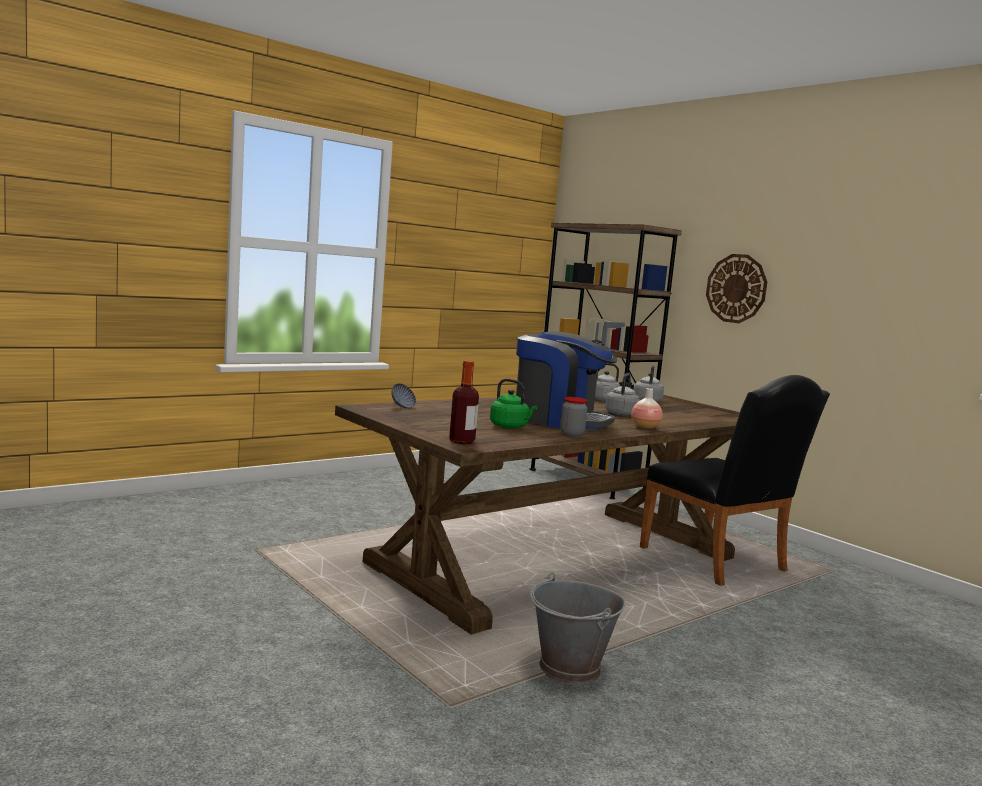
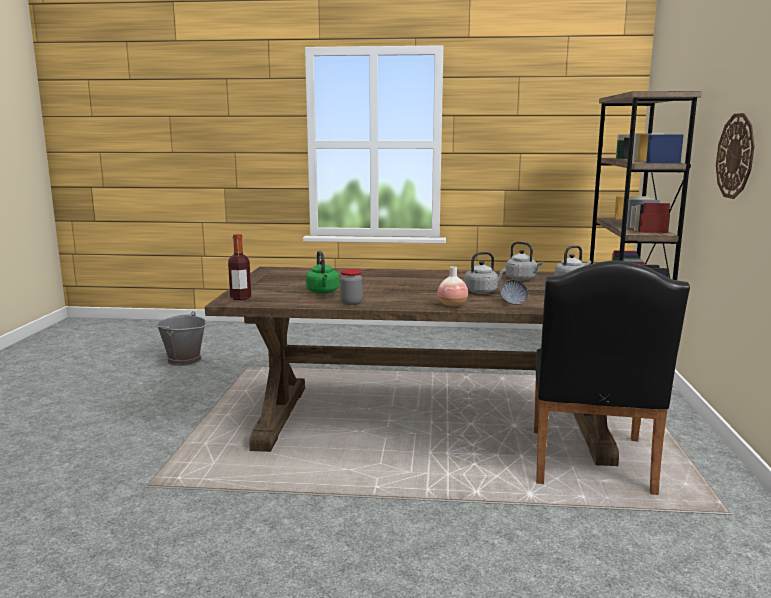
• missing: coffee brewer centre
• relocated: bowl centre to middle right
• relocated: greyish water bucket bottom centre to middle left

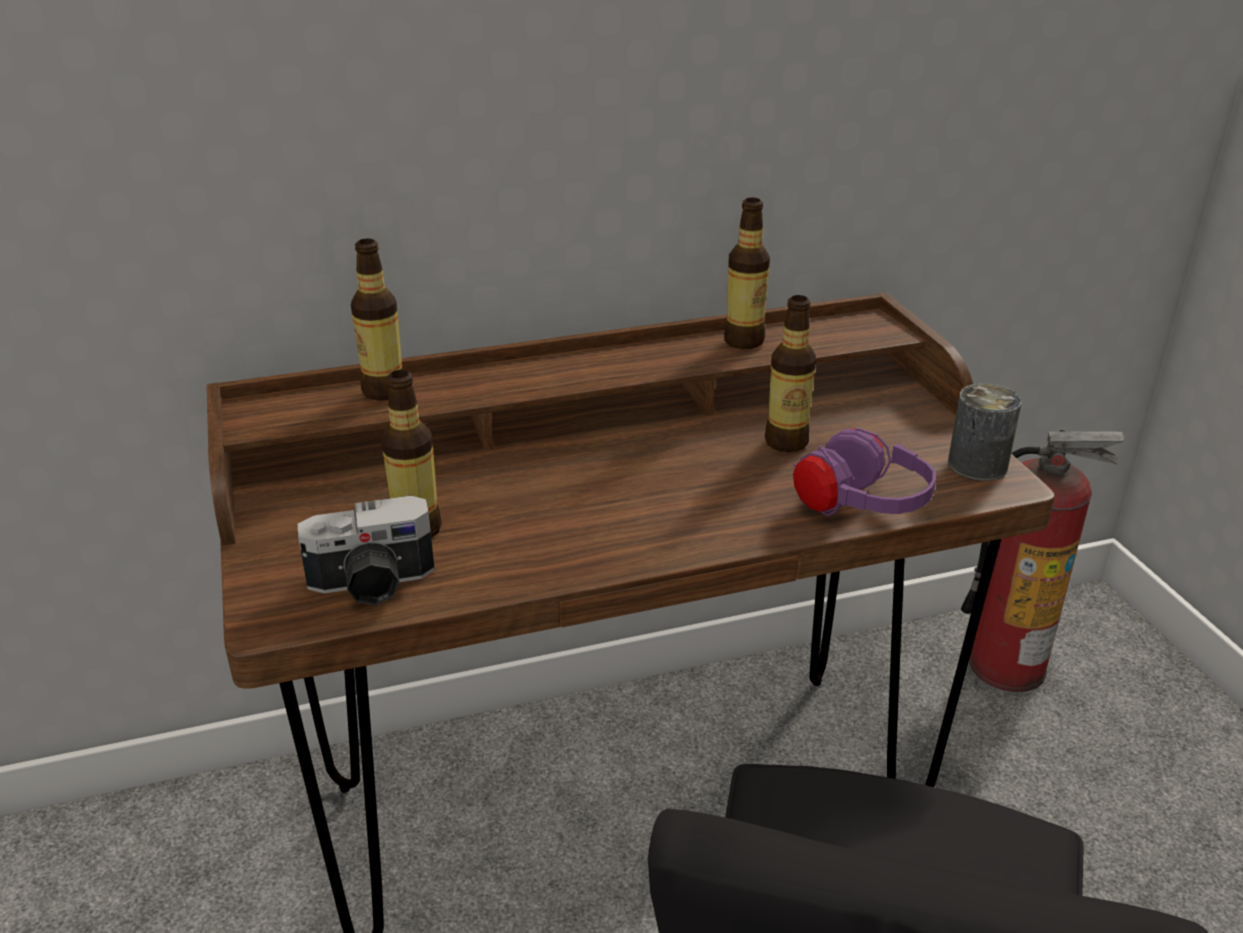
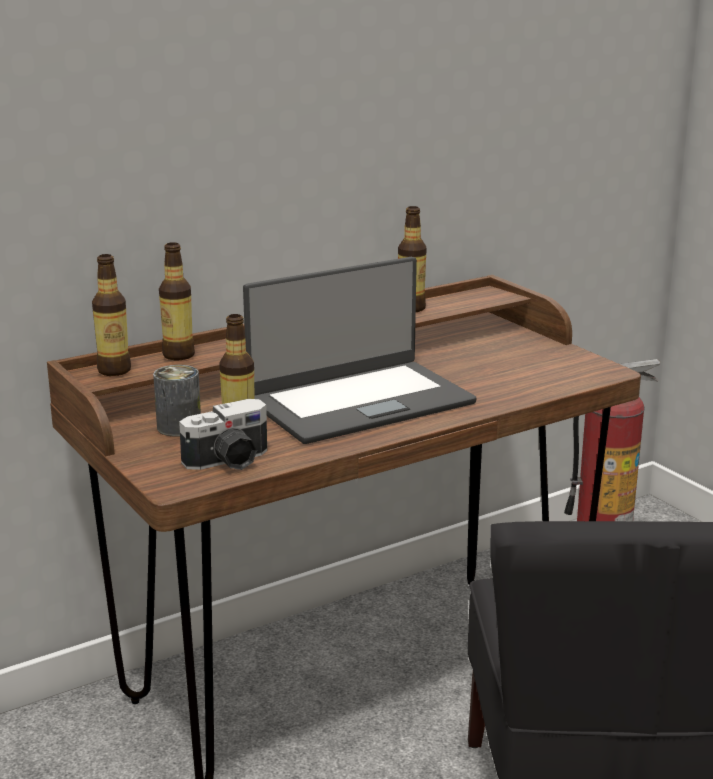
• missing: purplish headphones middle right
• appeared: laptop centre
• relocated: drink bottle (no. 4 from left in the first image) centre to drink bottle (no. 1 from left) middle left
• relocated: metal can middle right to middle left

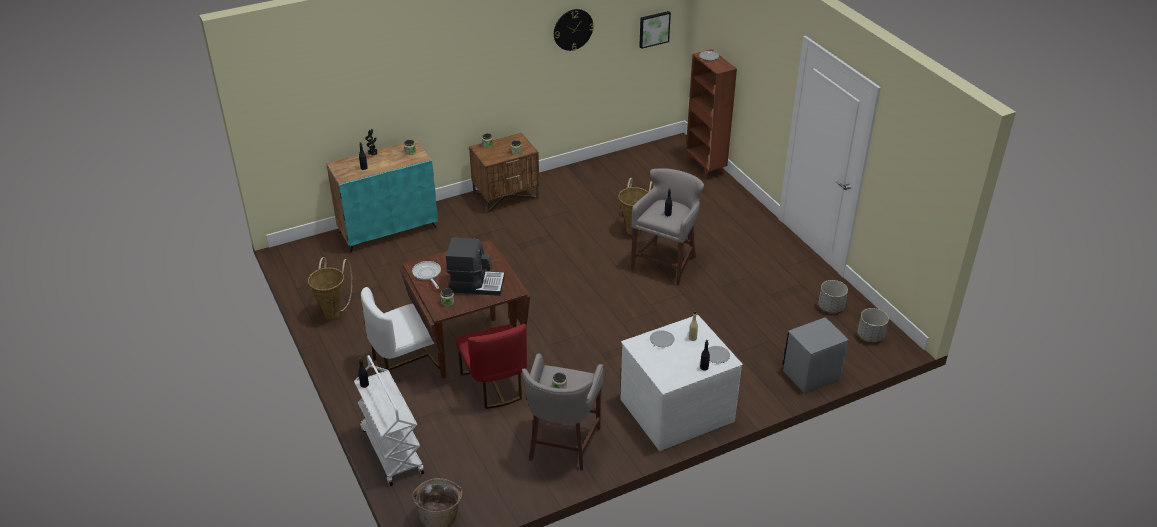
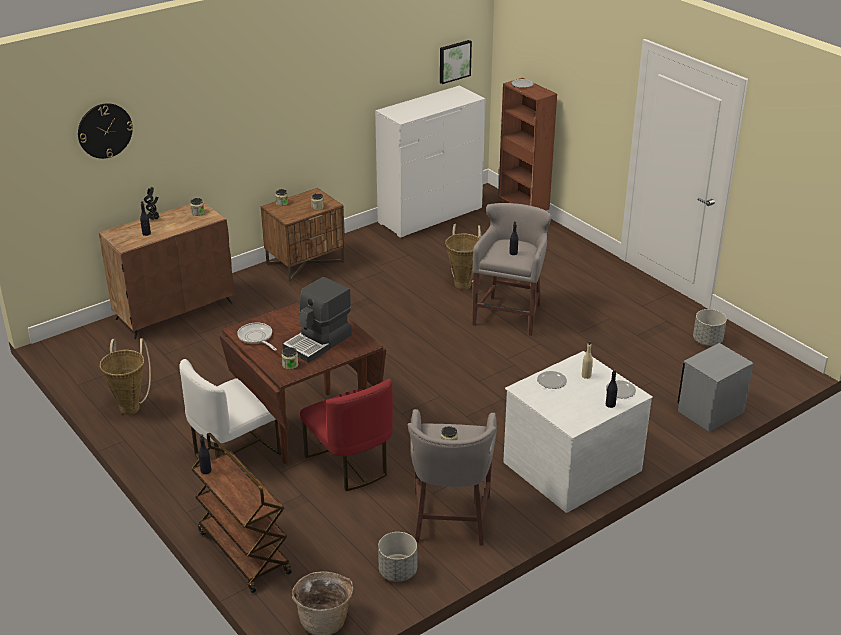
• appeared: white drawer chest (no. 1 from left) top centre
• relocated: wall clock top centre to top left
• relocated: greyish planter (no. 2 from left in the first image) middle right to greyish planter (no. 1 from left) bottom centre
• colour: blue-green cabinet middle left to brown-coloured cabinet middle left
• colour: white cart bottom centre to brown-coloured cart bottom left
• spun: coffee brewer centre = centre 135 degrees clockwise

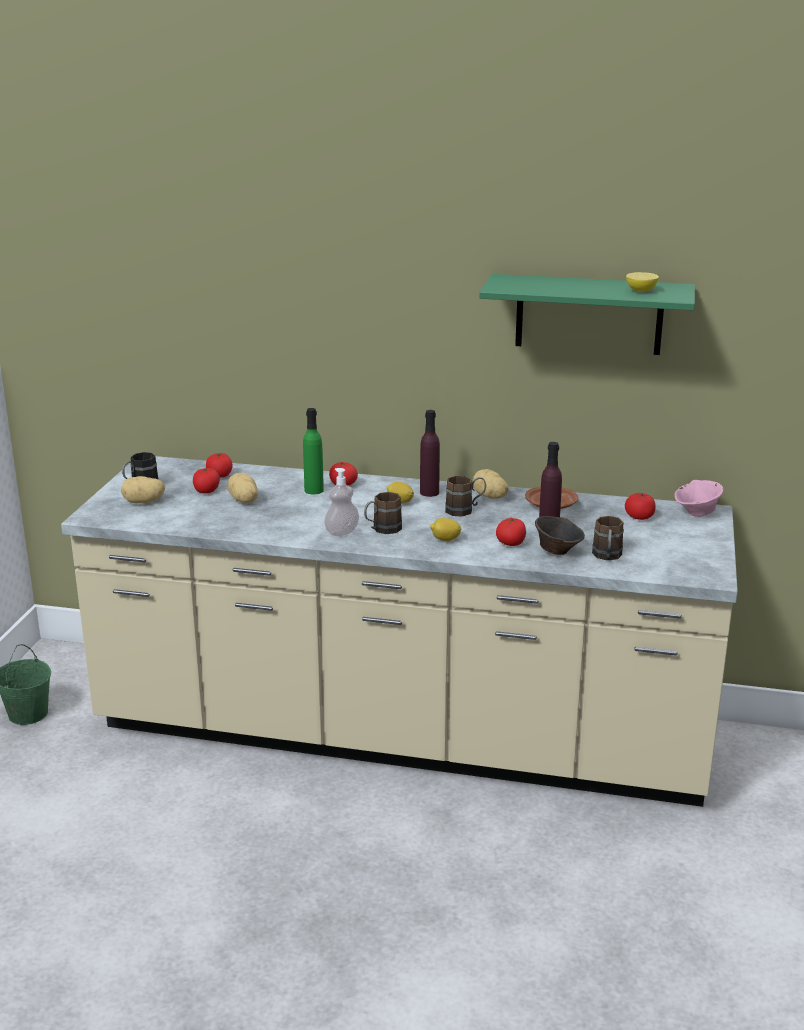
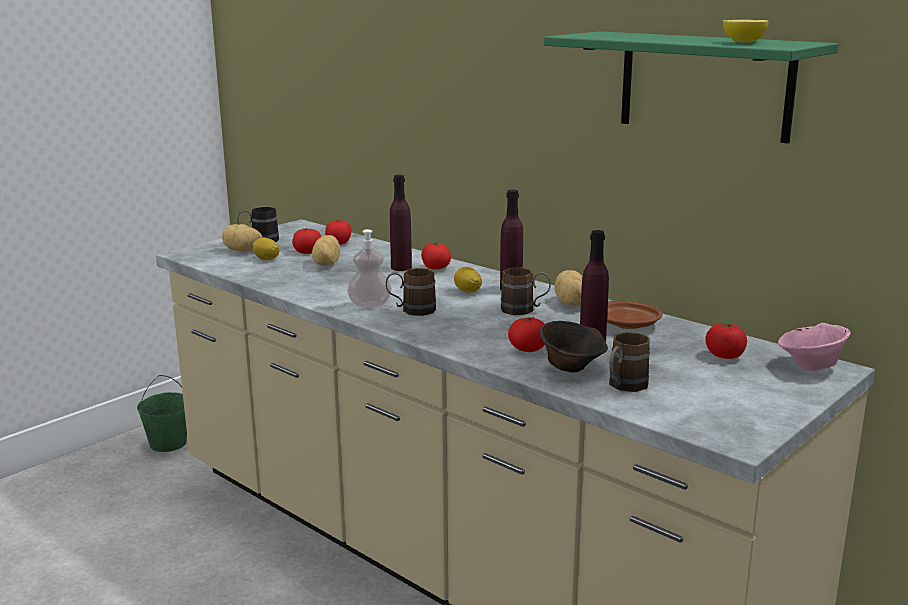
• relocated: whole lemon (no. 2 from left in the first image) centre to whole lemon (no. 1 from left) middle left
• colour: green drink bottle centre to purplish drink bottle (no. 1 from left) centre

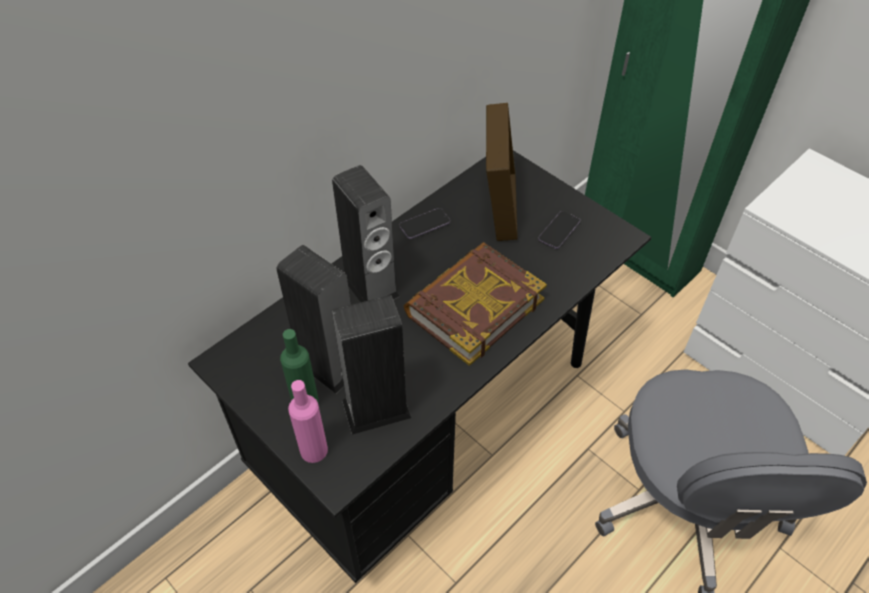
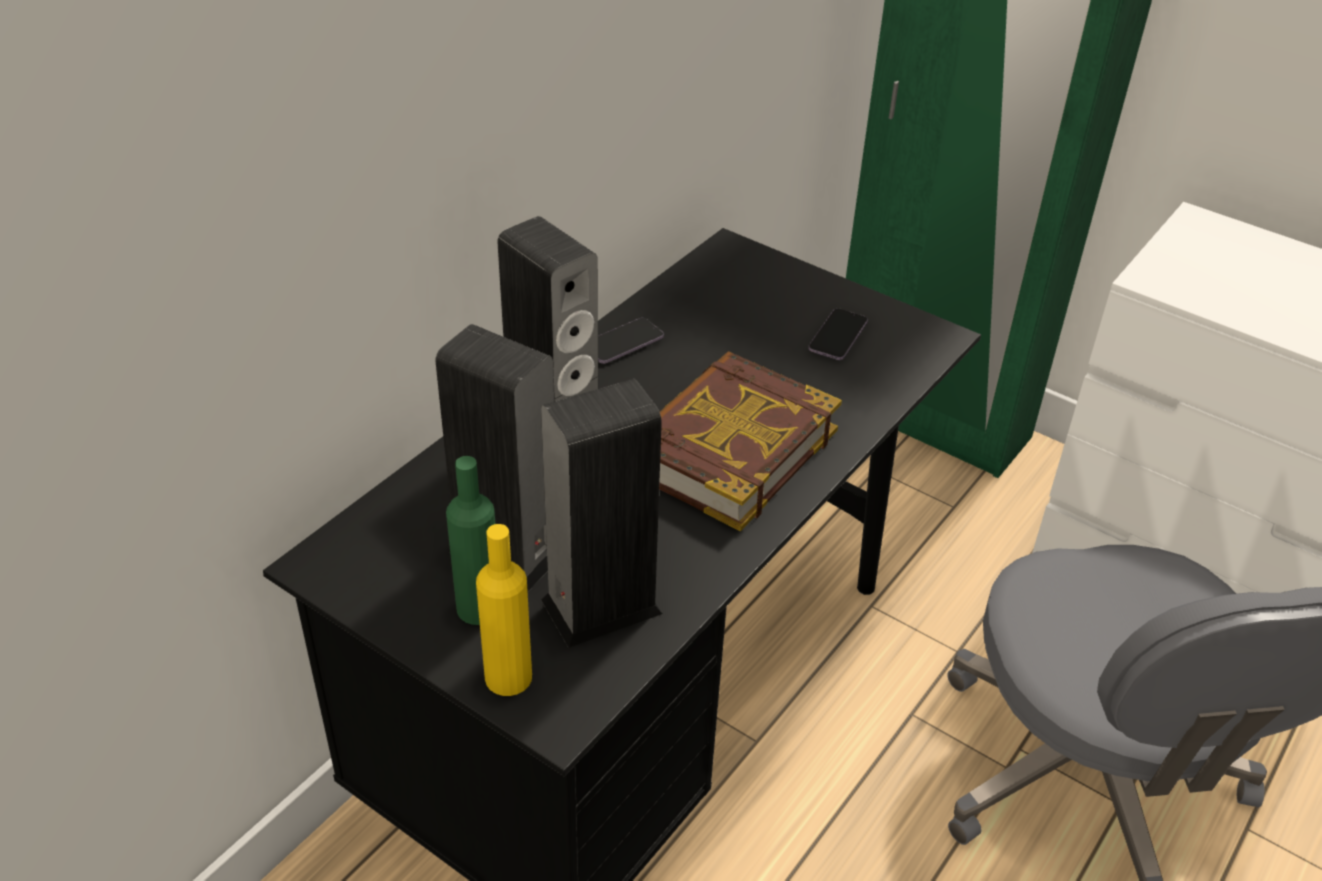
• missing: picture frame top centre
• colour: pink drink bottle bottom centre to yellow-coloured drink bottle bottom centre

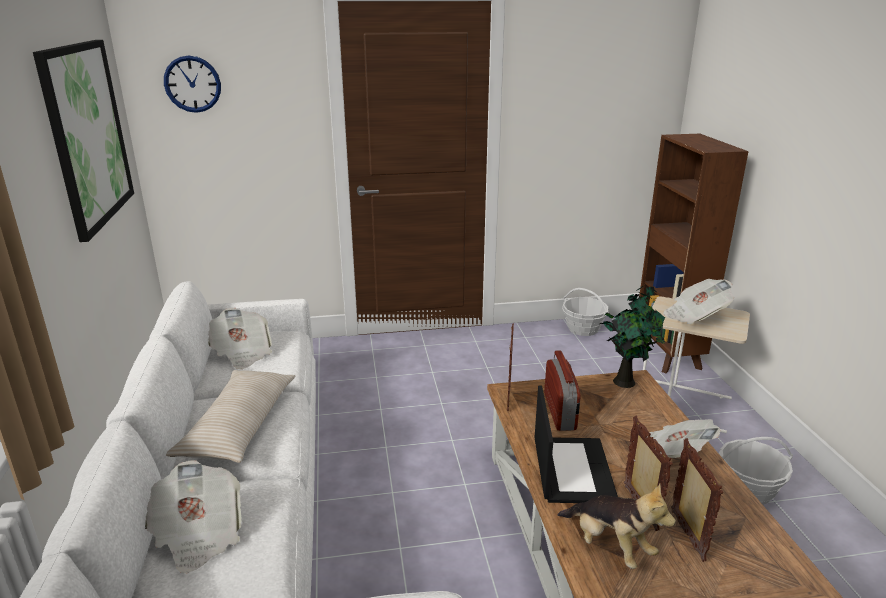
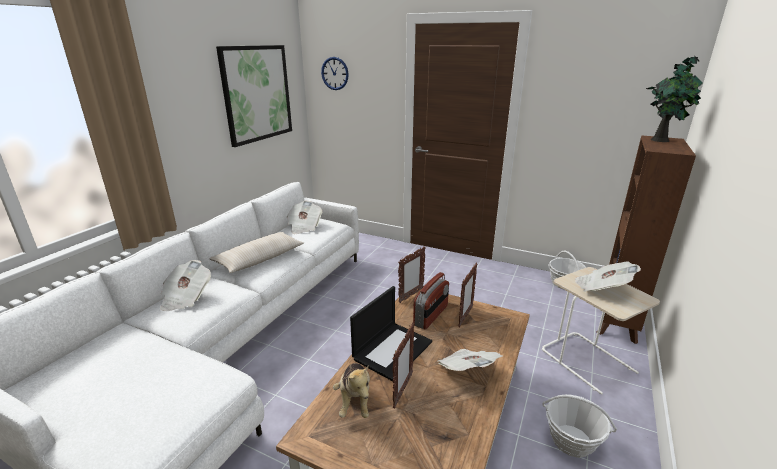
• relocated: potted plant middle right to top right
• relocated: picture frame (no. 3 from left) bottom right to centre

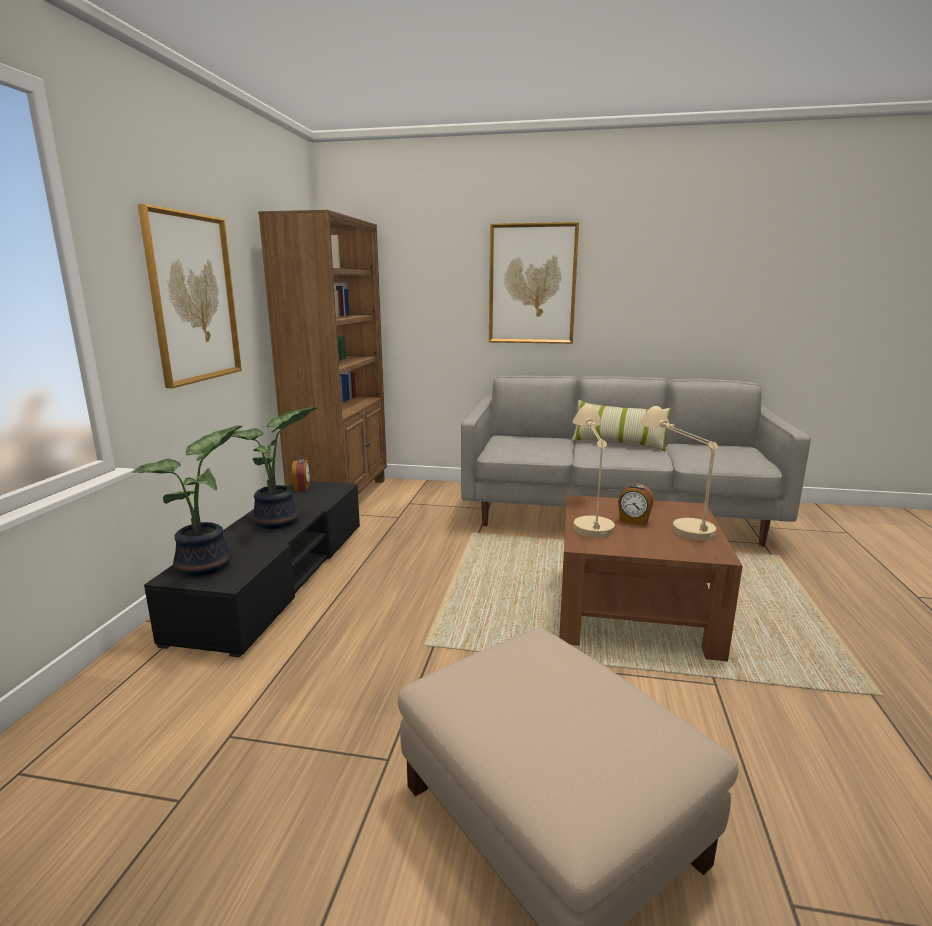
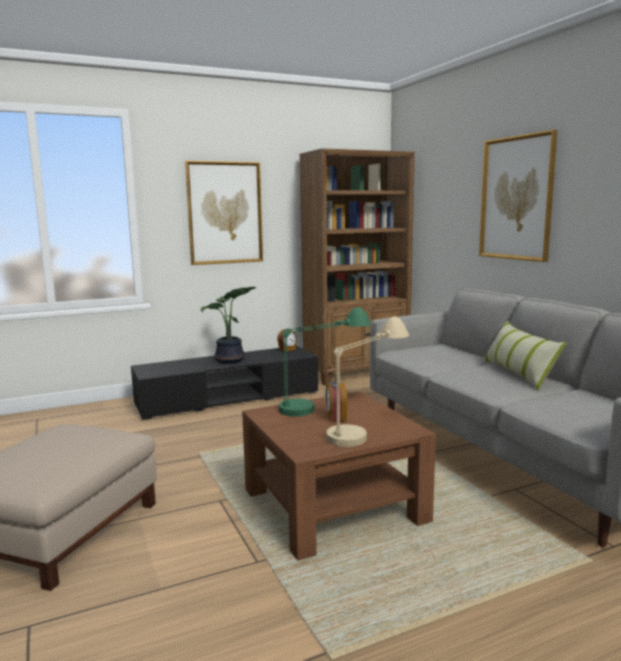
• missing: potted plant (no. 1 from left) middle left
• colour: beige tabletop lamp (no. 1 from left) centre to green tabletop lamp centre

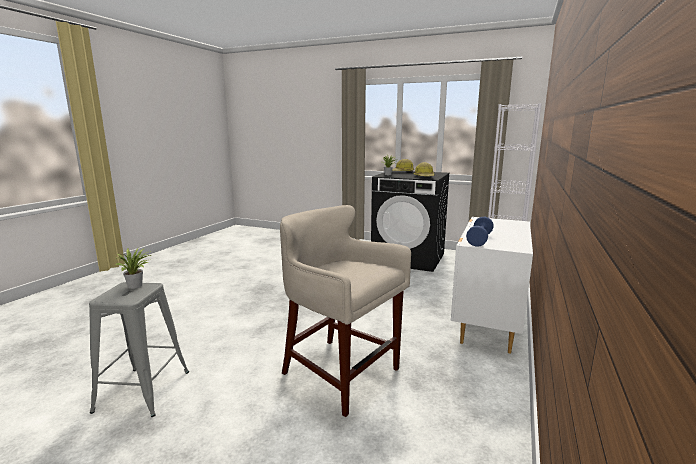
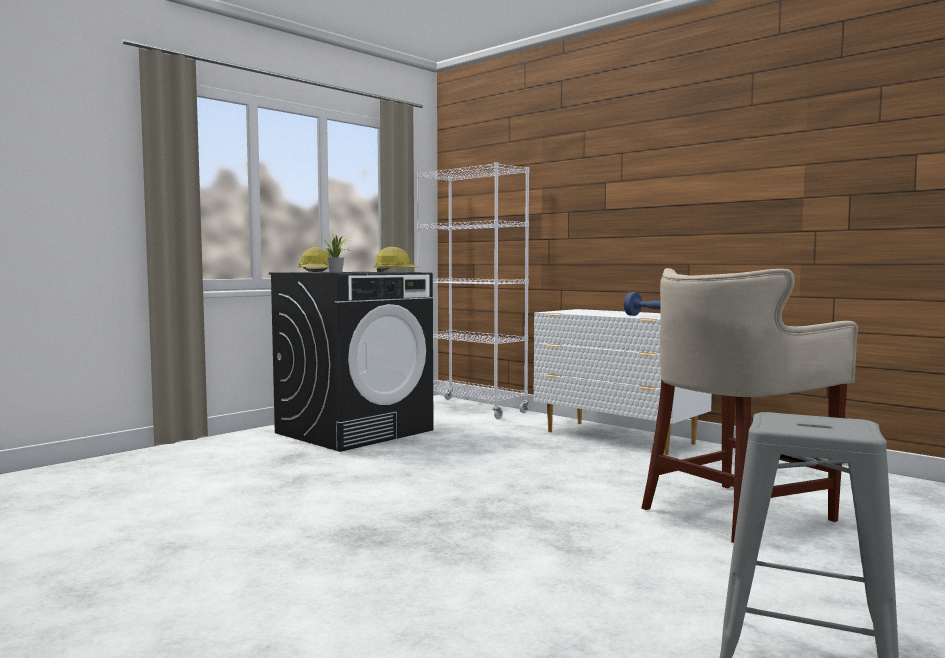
• missing: potted plant (no. 1 from left) middle left

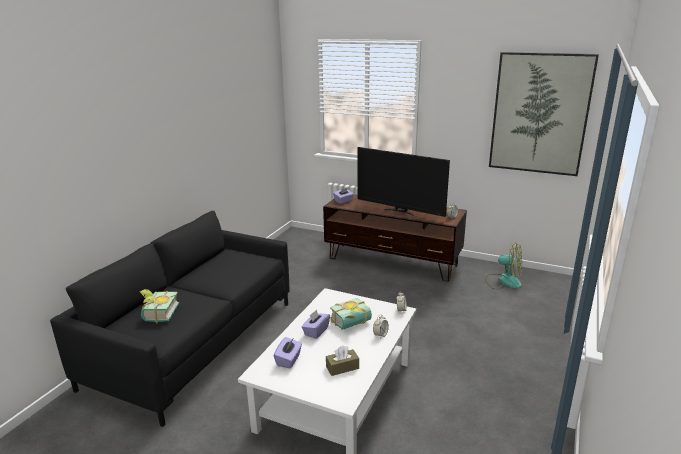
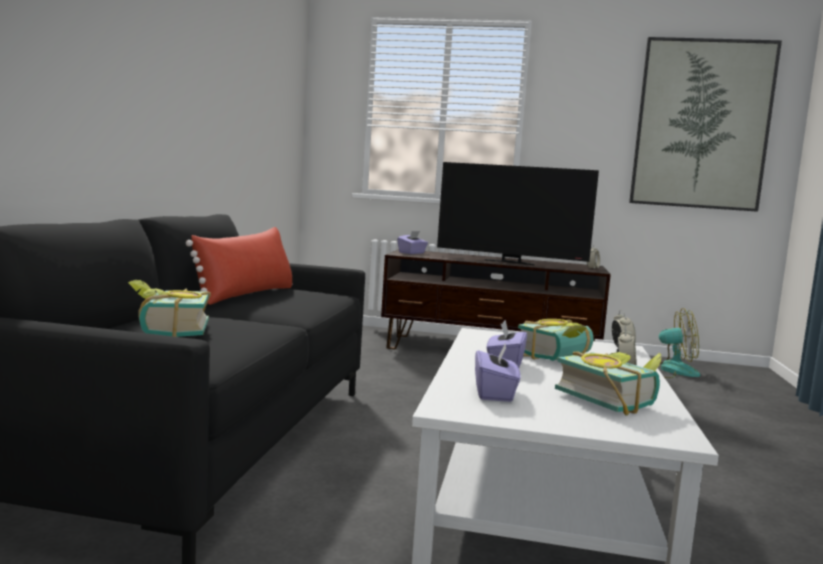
• appeared: red throw pillow middle left
• exchanged: brown-coloured box of tissues bottom centre to book (no. 3 from left) bottom right

